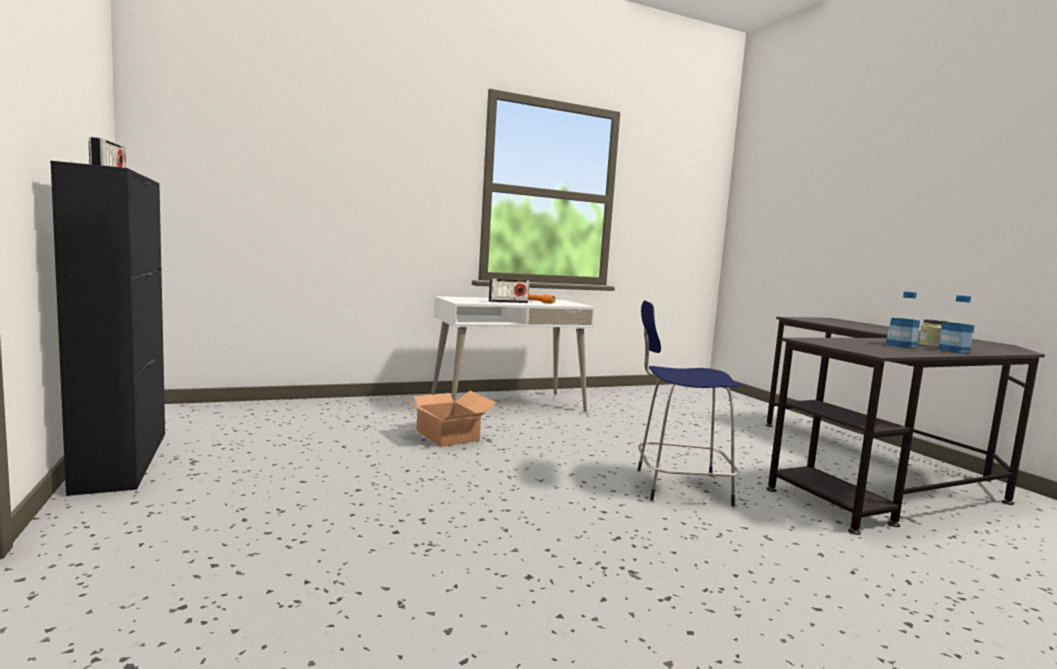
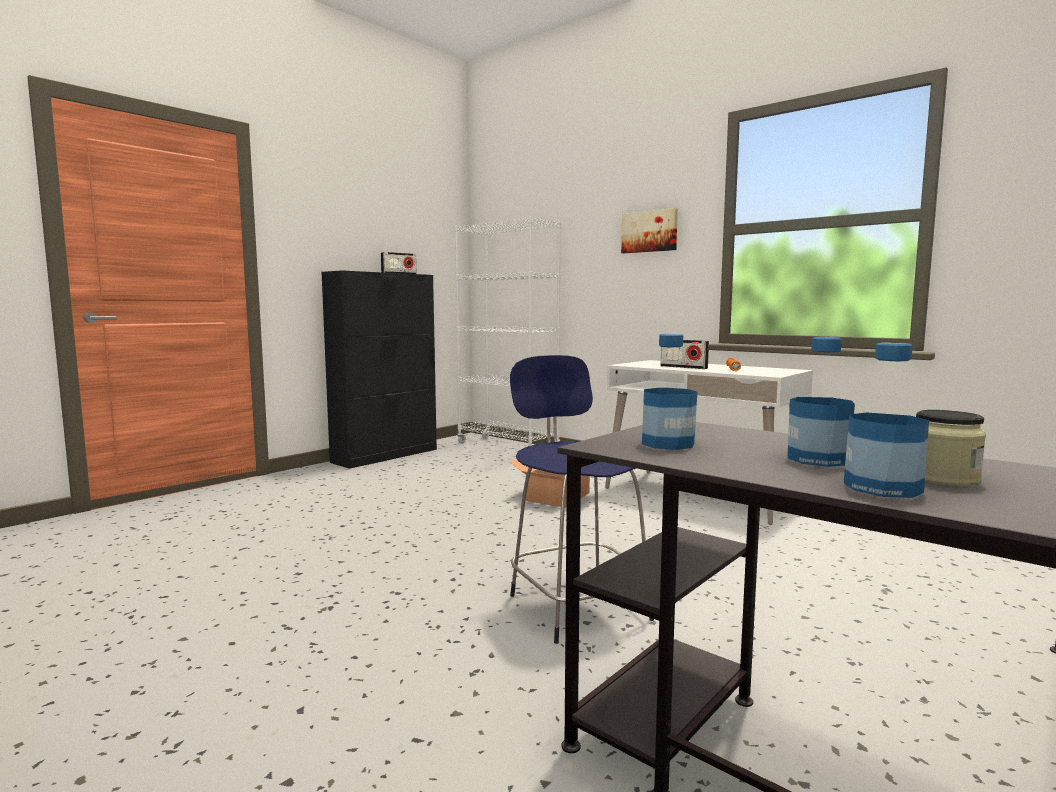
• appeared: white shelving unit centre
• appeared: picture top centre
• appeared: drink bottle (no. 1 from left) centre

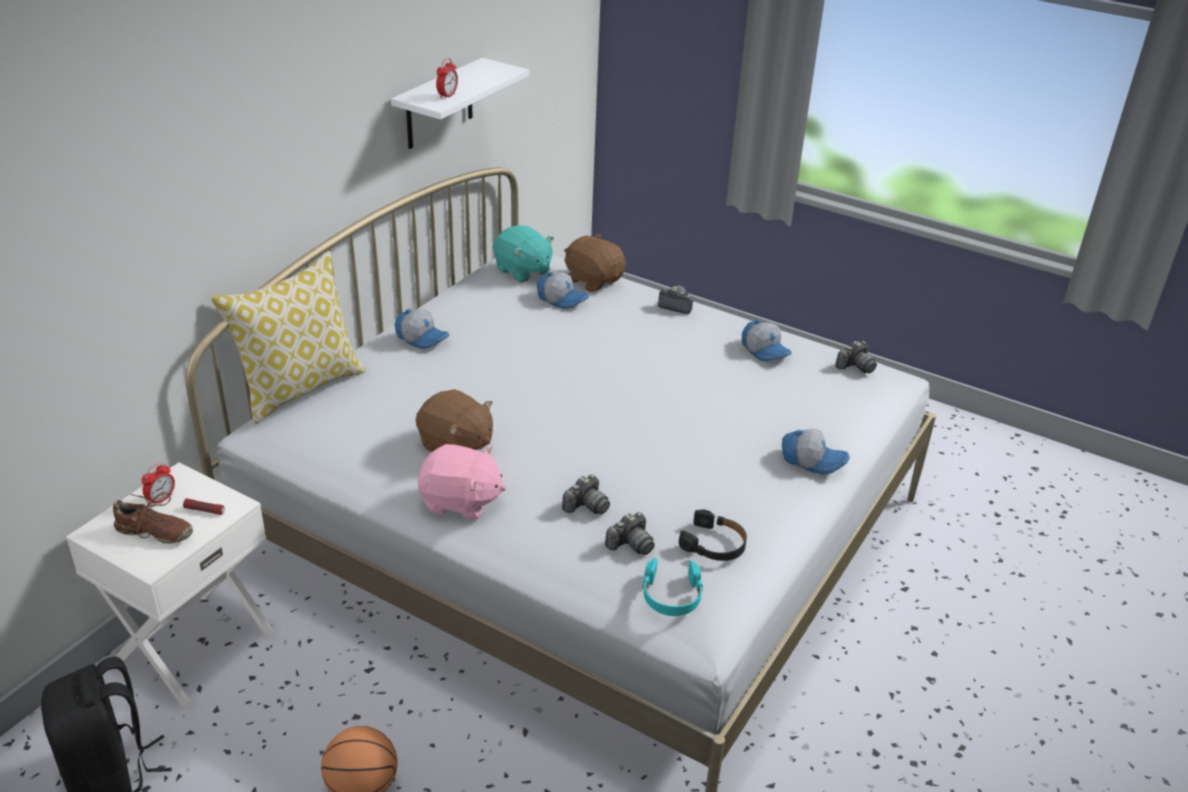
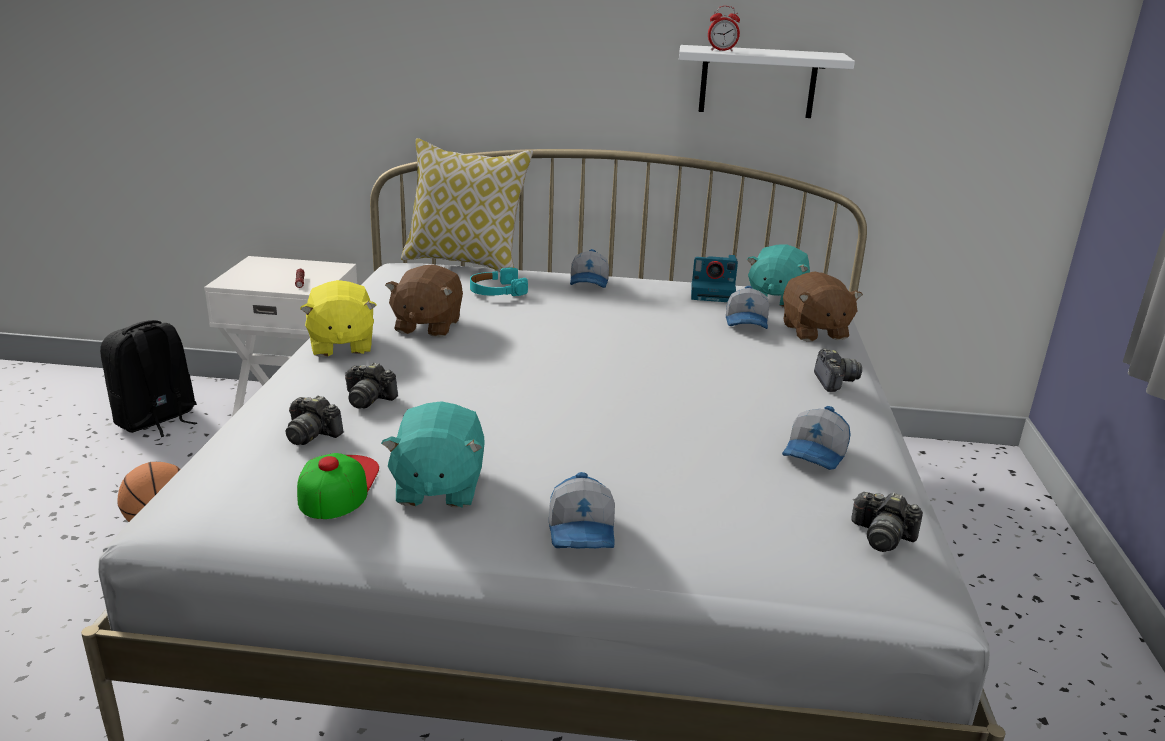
• missing: brown-coloured low shoe middle left
• missing: table clock (no. 1 from left) middle left
• appeared: blue-green cuddly toy (no. 1 from left) centre
• appeared: still camera (no. 3 from left) centre
• relocated: blue-green headphones bottom centre to centre
• exchanged: black headphones bottom centre to cap (no. 1 from left) middle left
• colour: pink cuddly toy centre to yellow-coloured cuddly toy middle left
• spun: brown-coloured cuddly toy (no. 2 from left) top centre = middle right 150 degrees clockwise

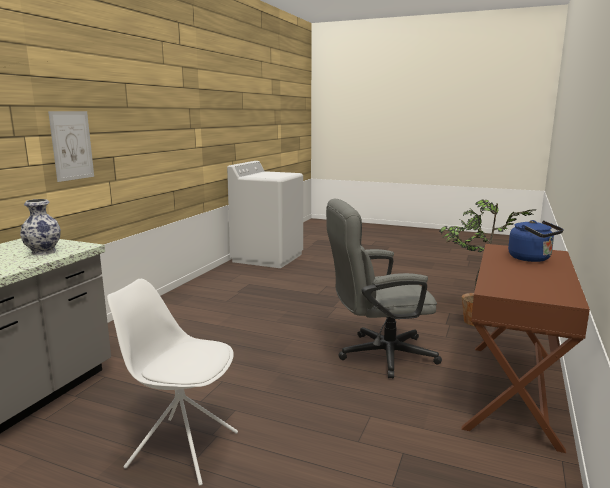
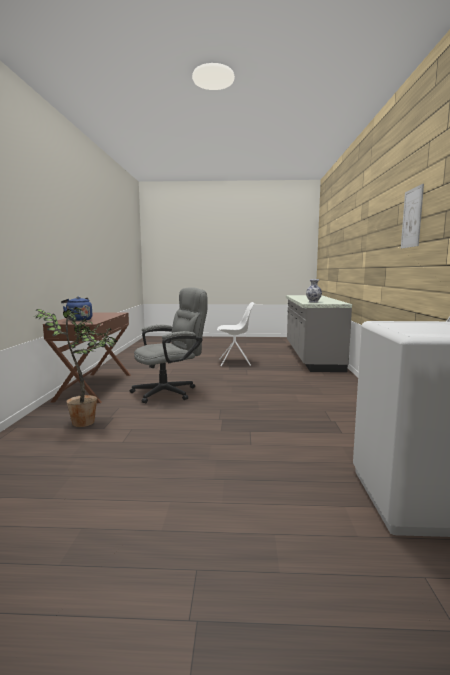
• relocated: picture top left to top right

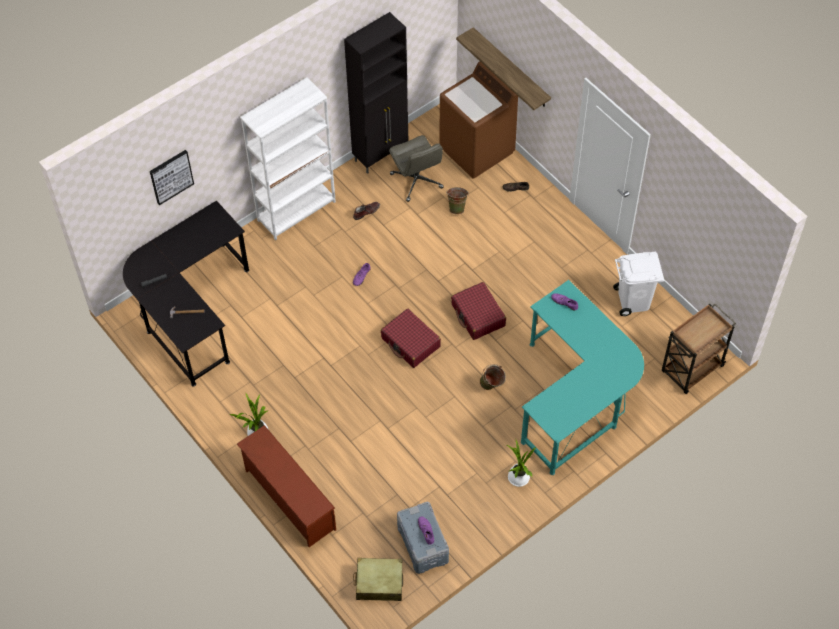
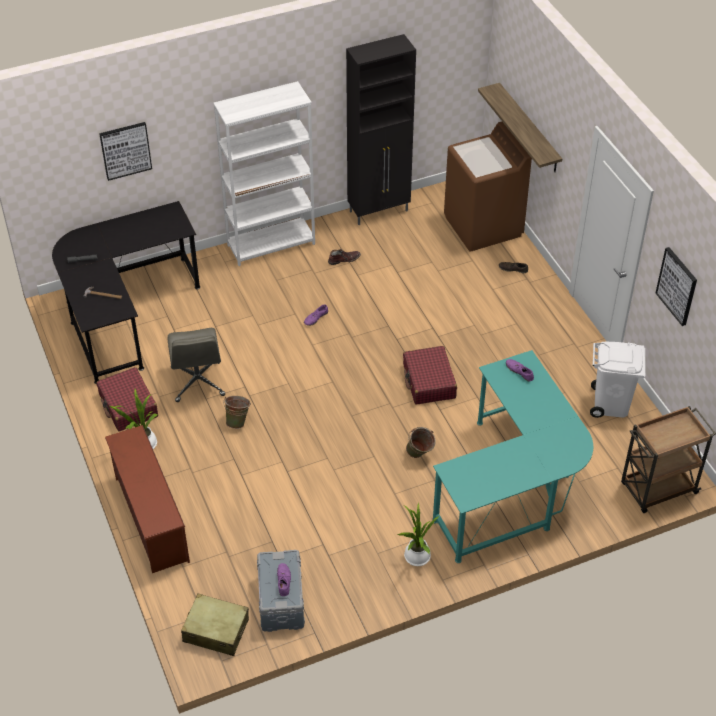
• appeared: picture (no. 2 from left) middle right
• relocated: red suitcase (no. 1 from left) centre to middle left
• relocated: greyish computer chair top centre to middle left
• relocated: green water bucket (no. 1 from left) top centre to middle left

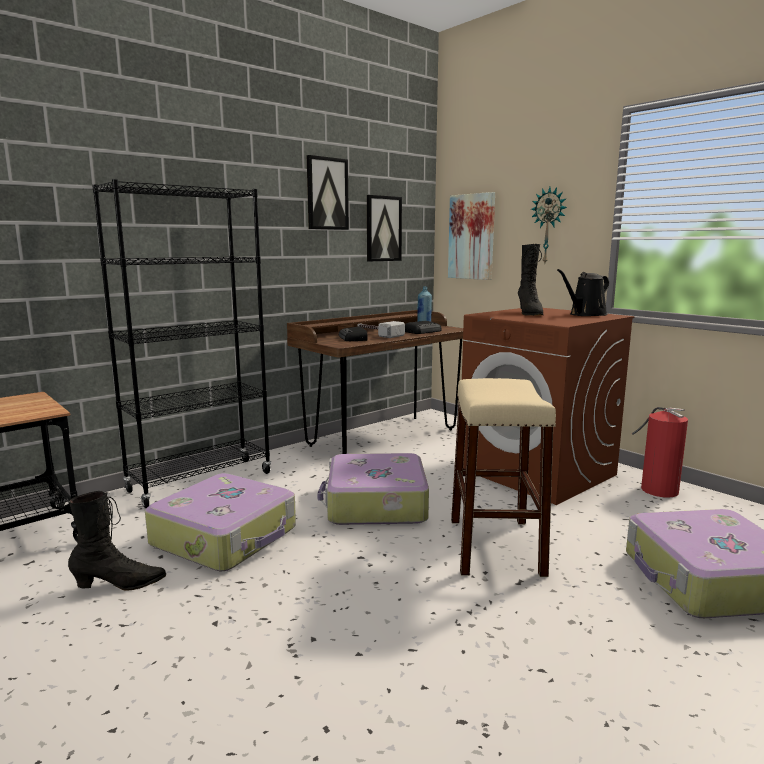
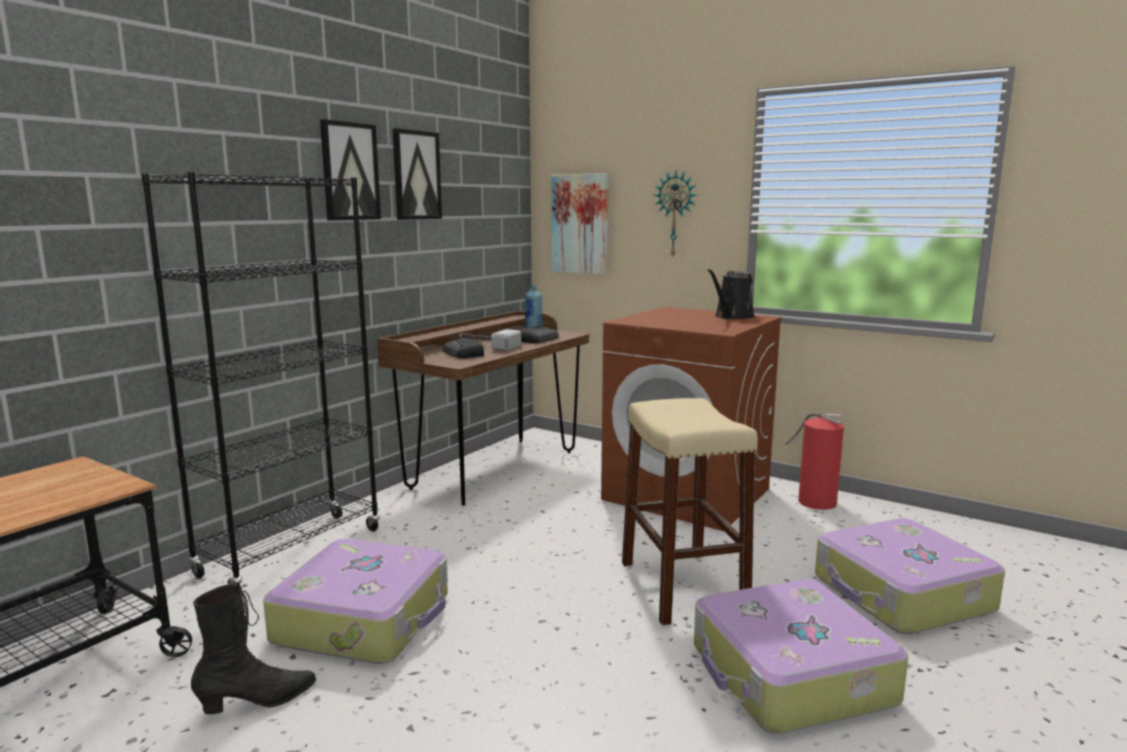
• missing: black tall boot (no. 2 from left) middle right
• relocated: suitcase (no. 2 from left) centre to bottom right
• relocated: picture (no. 2 from left in the first image) top centre to picture (no. 1 from left) top left

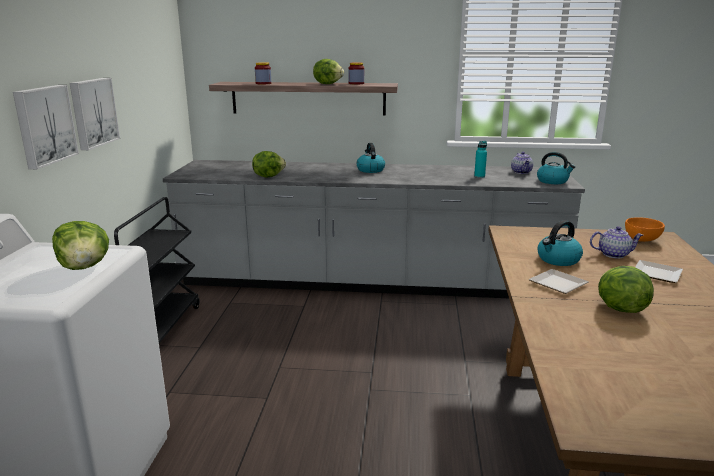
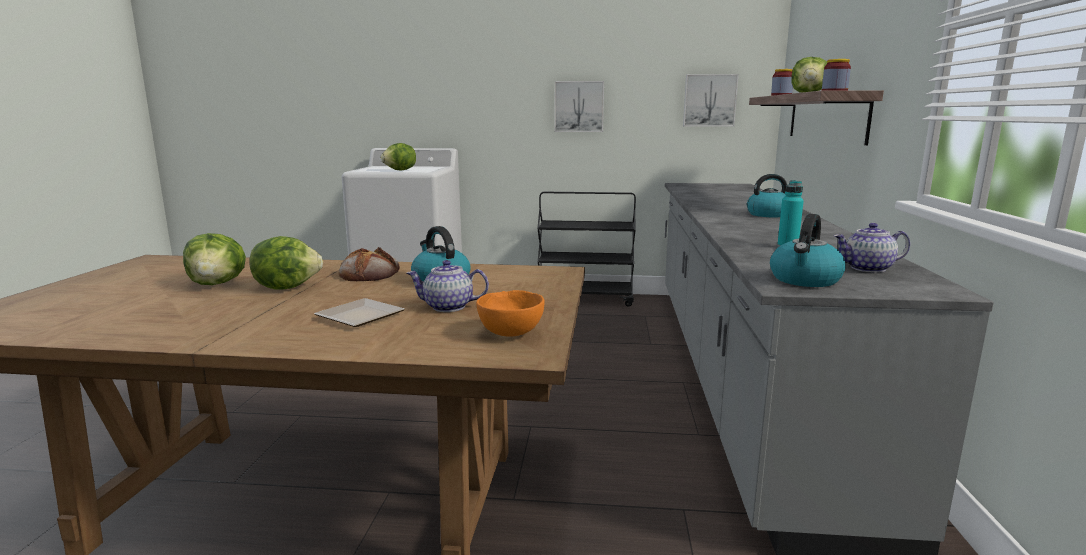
• relocated: picture (no. 1 from left in the first image) top left to picture (no. 2 from left) top centre
• relocated: lettuce head (no. 2 from left in the first image) centre to lettuce head (no. 1 from left) middle left
• exchanged: flat dish (no. 1 from left) middle right to baked bread centre
• spun: pot for tea (no. 2 from left in the first image) middle right = centre 90 degrees clockwise

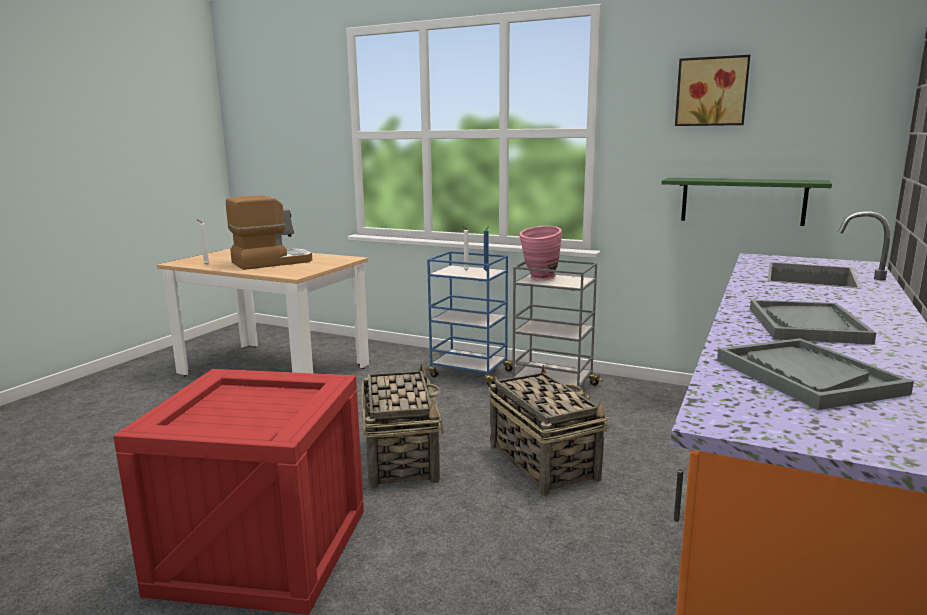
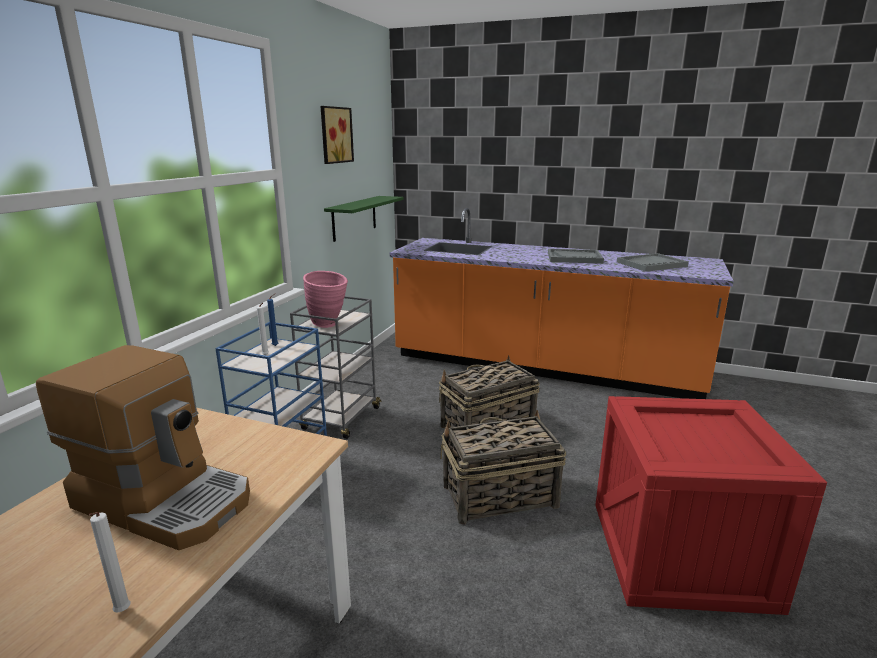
• spun: coffee brewer middle left = bottom left 150 degrees clockwise

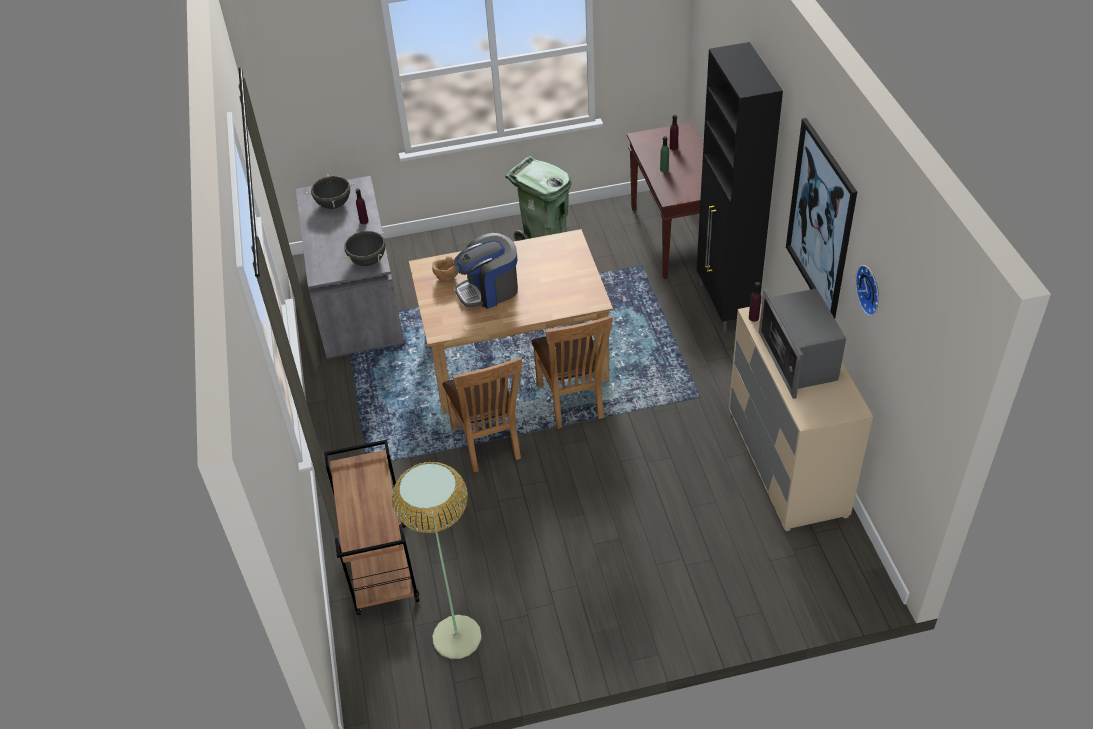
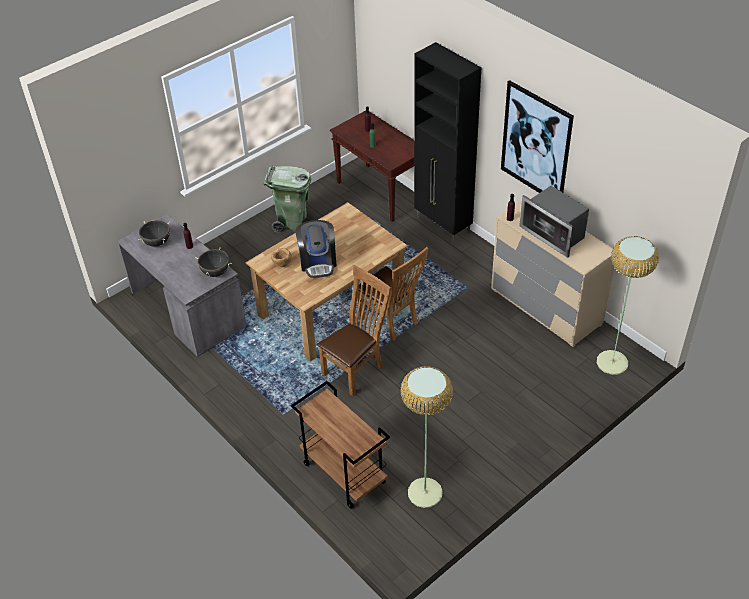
• missing: wall clock middle right
• appeared: standard lamp (no. 2 from left) middle right
• spun: brown-coloured plain chair (no. 1 from left) centre = centre 90 degrees counterclockwise
• spun: coffee brewer centre = centre 45 degrees counterclockwise

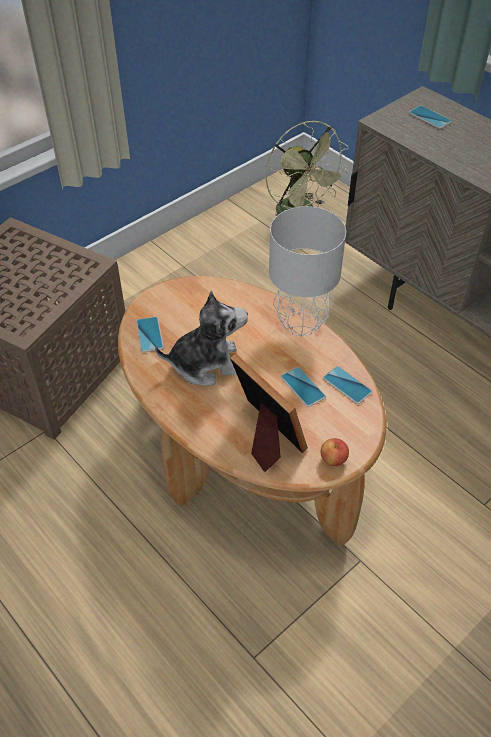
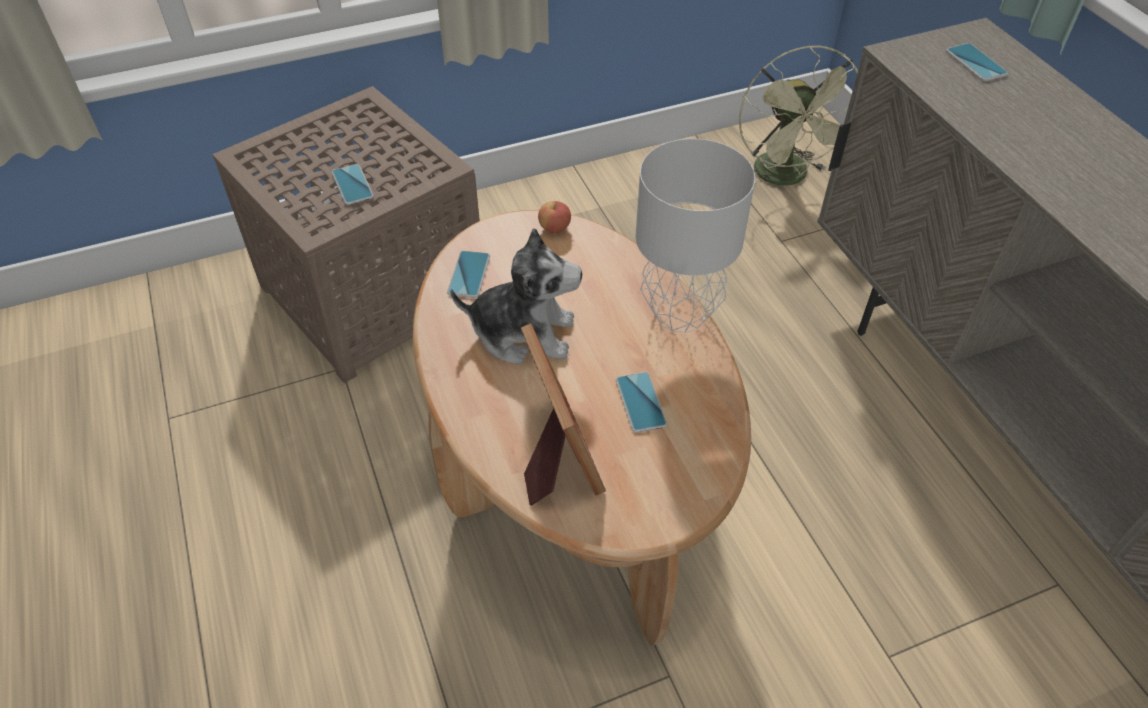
• relocated: apple middle right to top centre
• relocated: phone (no. 3 from left in the first image) middle right to phone (no. 1 from left) top left

